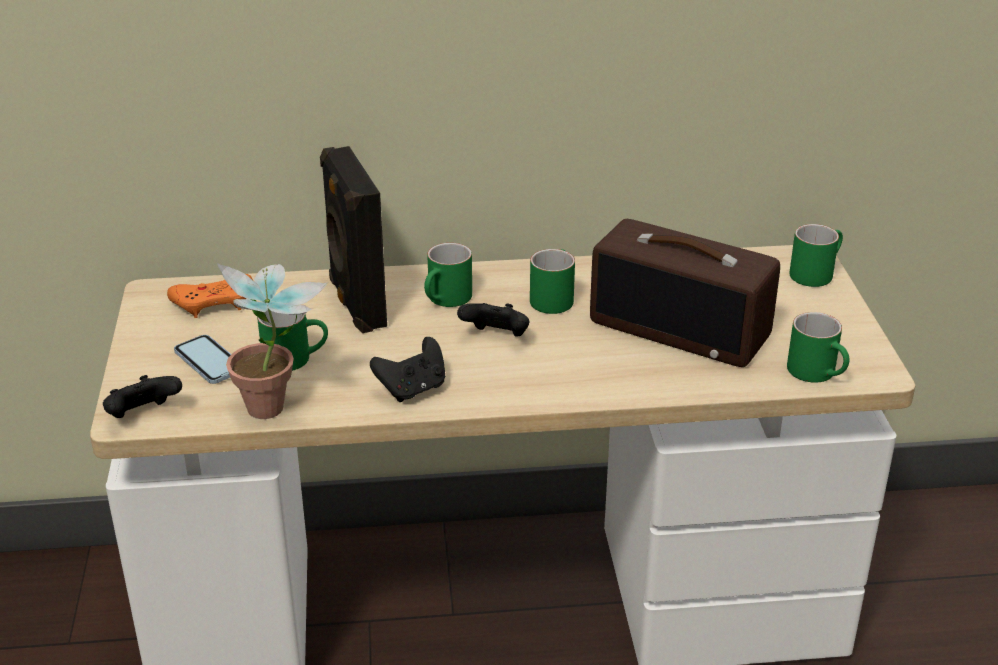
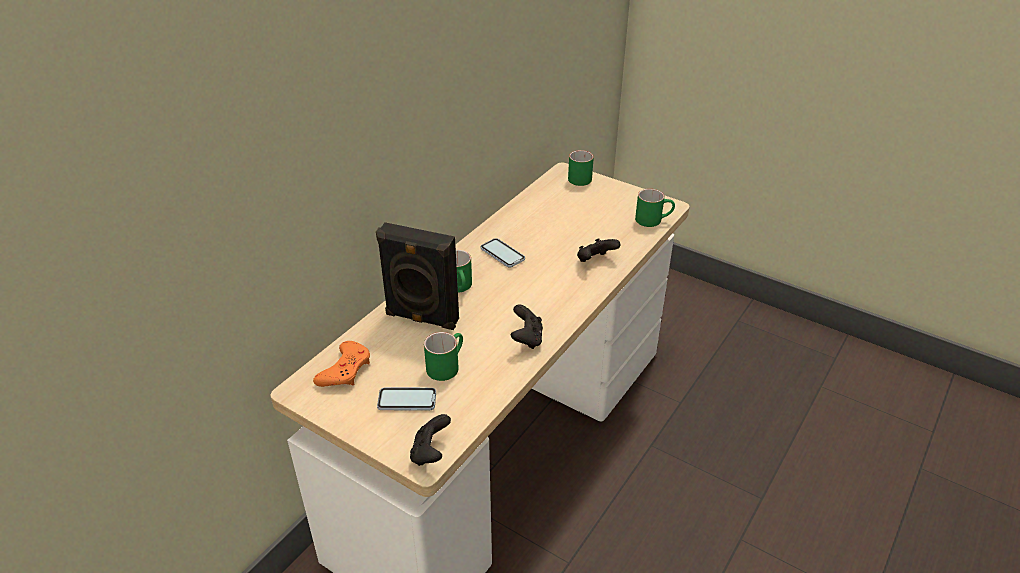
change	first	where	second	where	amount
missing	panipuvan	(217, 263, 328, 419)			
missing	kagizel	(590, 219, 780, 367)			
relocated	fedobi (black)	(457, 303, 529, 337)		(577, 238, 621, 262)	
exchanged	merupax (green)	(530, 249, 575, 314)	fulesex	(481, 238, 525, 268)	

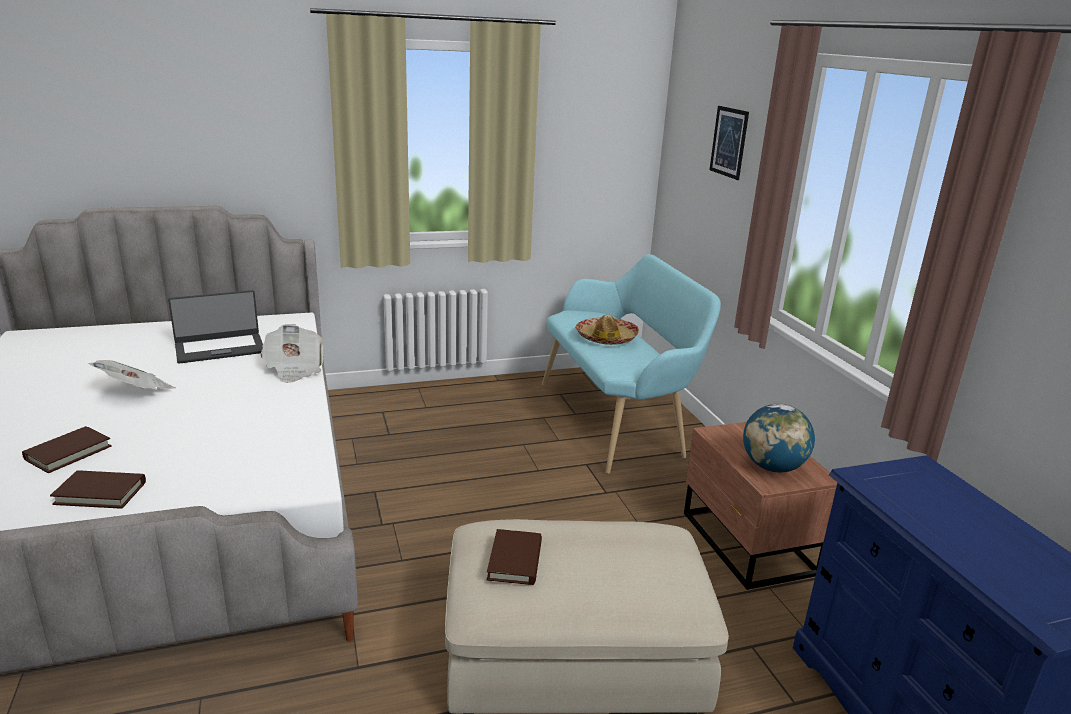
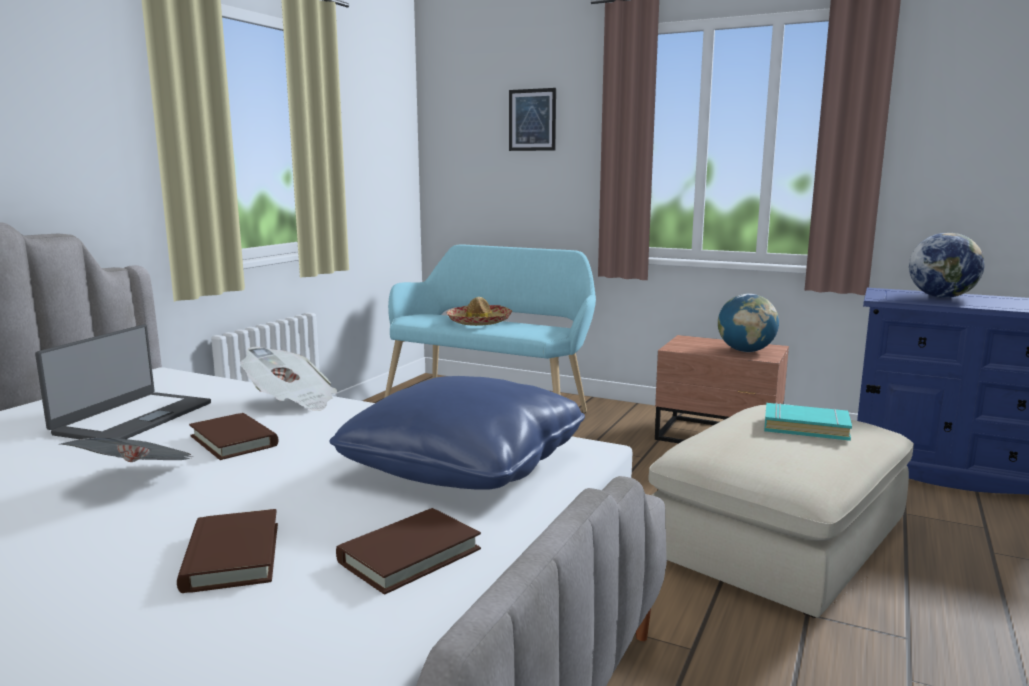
change	first	where	second	where	amount
appeared			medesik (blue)	(329, 376, 585, 490)	
appeared			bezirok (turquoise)	(764, 403, 852, 441)	
appeared			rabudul	(909, 233, 985, 298)	
relocated	bezirok (brown)	(487, 529, 542, 585)		(189, 413, 278, 460)	

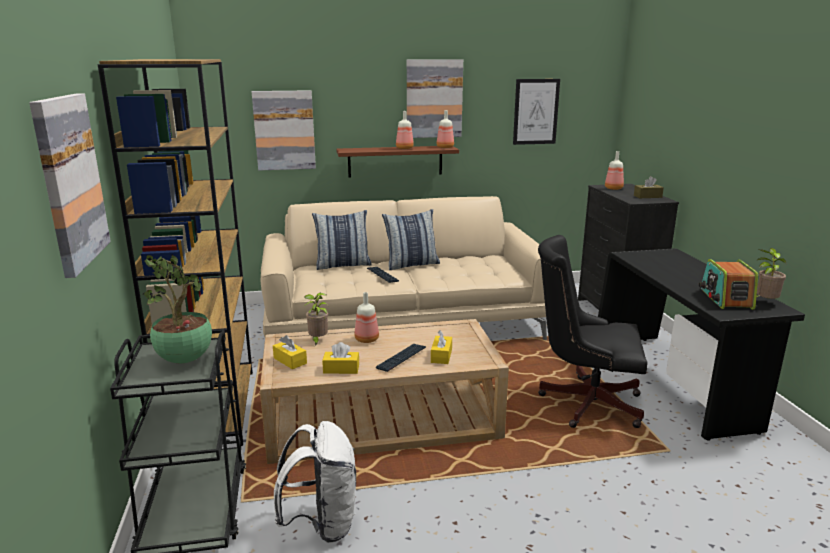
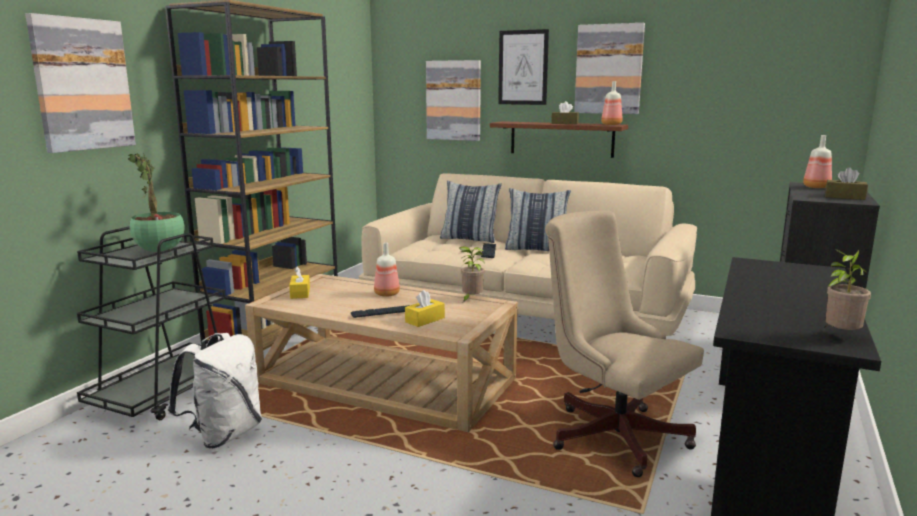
change	first	where	second	where	amount
missing	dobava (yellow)	(322, 342, 359, 374)			
missing	kagizel	(699, 259, 758, 310)			
relocated	panipuvan	(305, 293, 328, 346)		(459, 246, 485, 302)	
relocated	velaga	(513, 79, 560, 145)		(498, 29, 549, 105)	
exchanged	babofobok	(396, 111, 414, 149)	dobava (brown)	(551, 101, 579, 124)	
colour	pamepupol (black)	(538, 235, 648, 428)	pamepupol (beige)	(545, 211, 704, 477)	

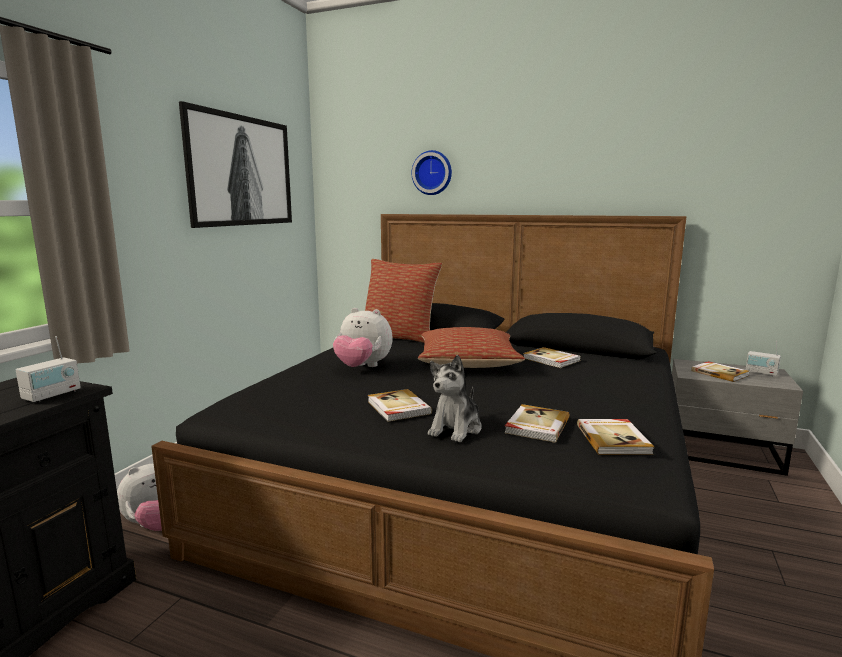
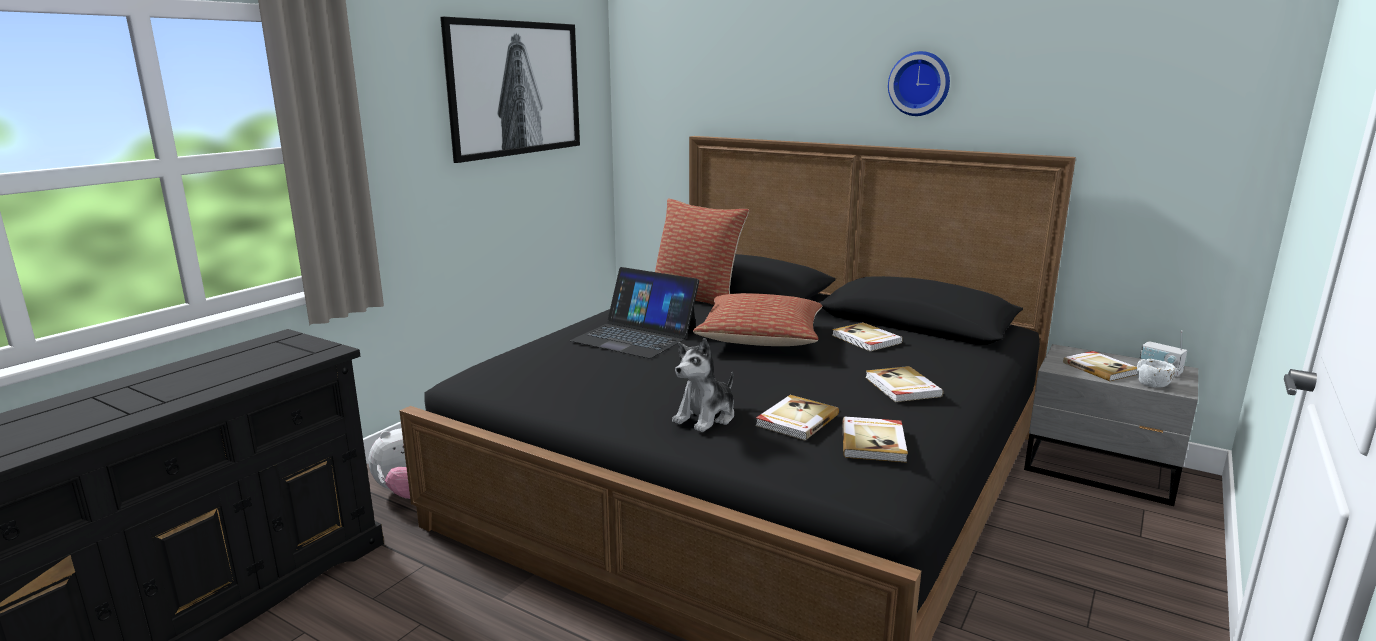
change	first	where	second	where	amount
missing	kagizel	(15, 336, 81, 403)			
appeared			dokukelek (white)	(1137, 359, 1176, 388)	
relocated	bezirok	(368, 389, 432, 422)		(865, 366, 943, 402)	
relocated	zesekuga	(411, 150, 452, 195)		(888, 51, 950, 116)	
exchanged	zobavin	(333, 308, 393, 367)	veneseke	(570, 267, 699, 359)	

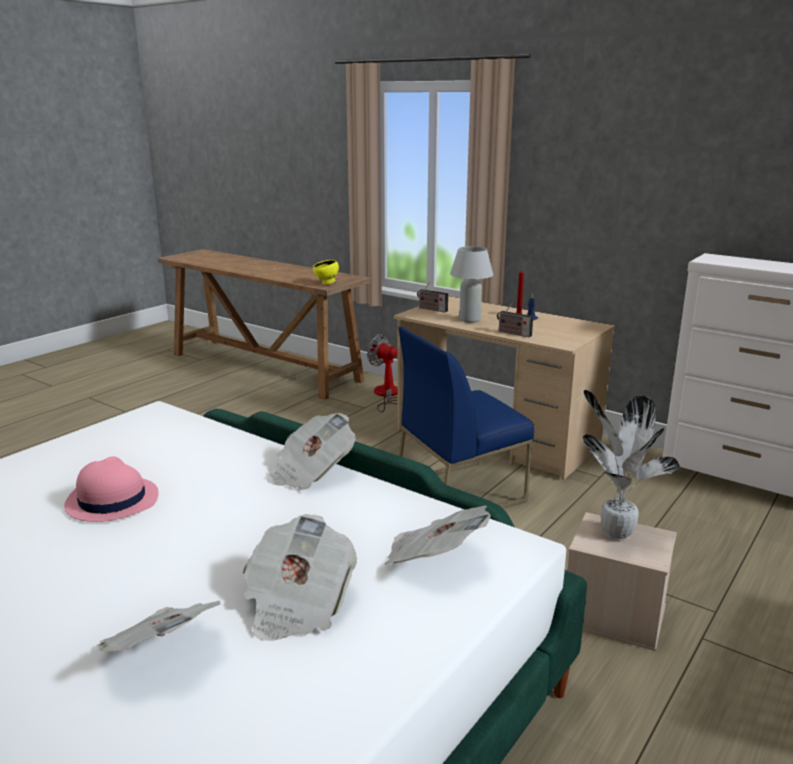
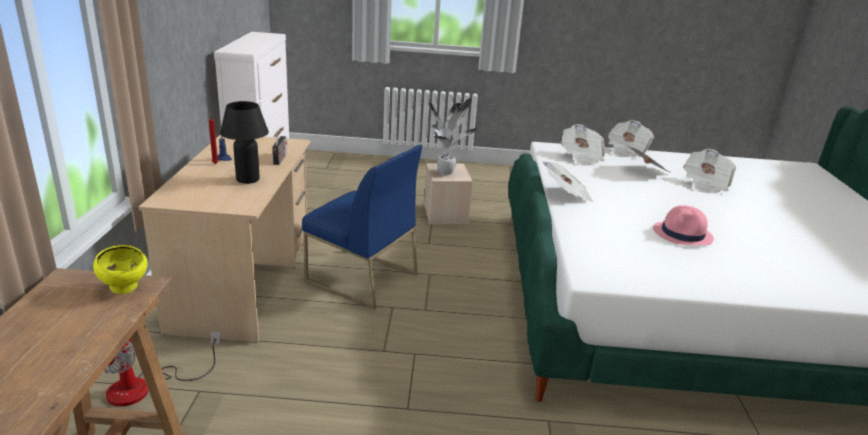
change	first	where	second	where	amount
missing	kagizel	(417, 282, 448, 313)			
appeared			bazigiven	(608, 120, 654, 157)	
colour	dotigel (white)	(450, 246, 493, 323)	dotigel (black)	(220, 101, 269, 184)	

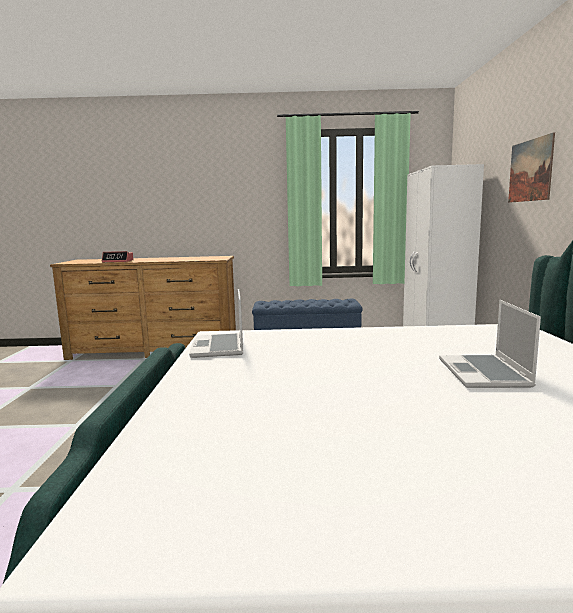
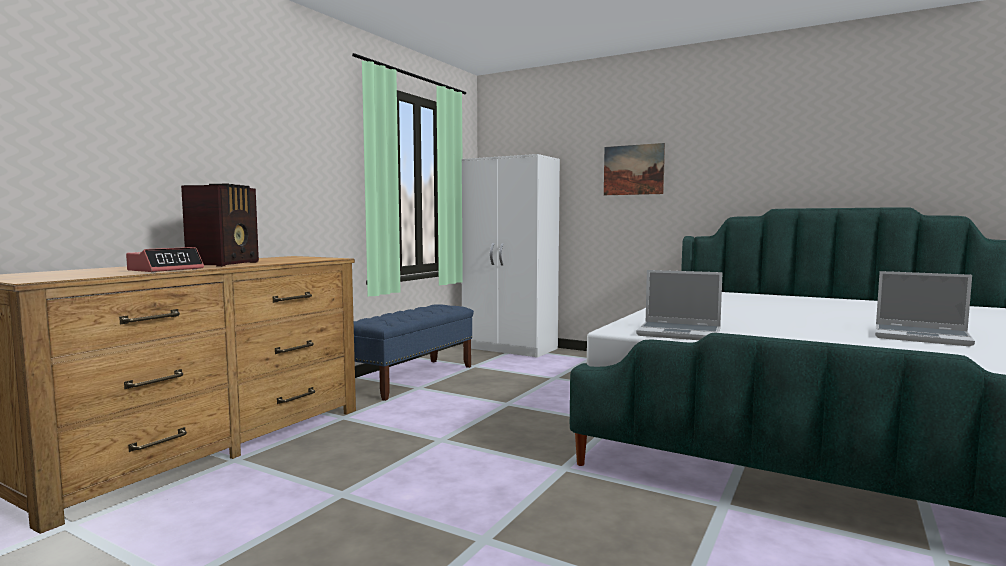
change	first	where	second	where	amount
appeared			kagizel	(181, 184, 259, 267)	
relocated	veneseke	(439, 300, 541, 388)		(875, 271, 975, 346)	

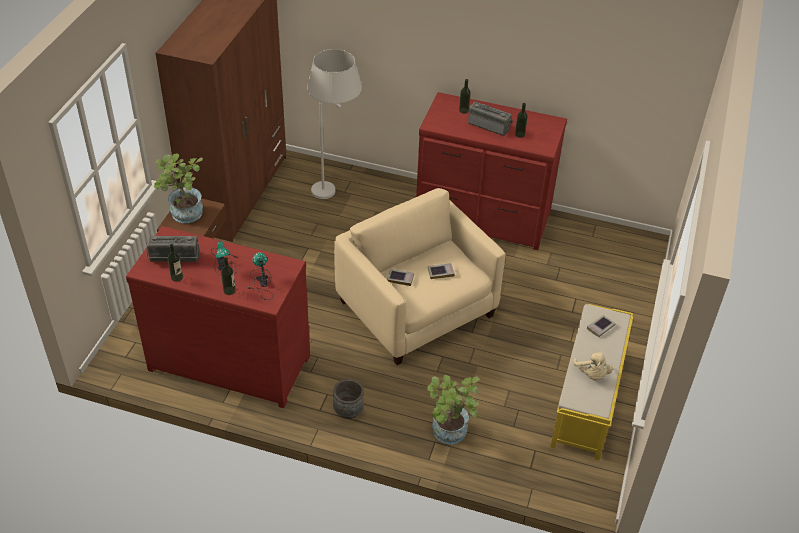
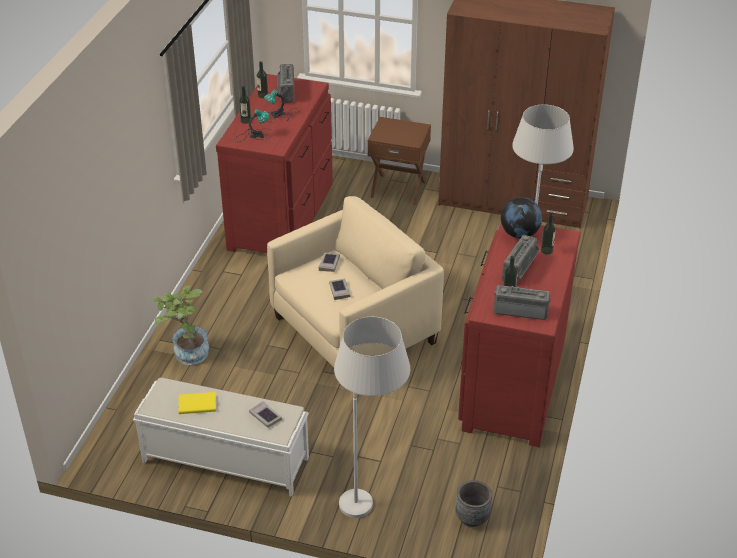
change	first	where	second	where	amount
missing	panipuvan	(154, 153, 203, 223)			
appeared			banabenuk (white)	(334, 317, 410, 518)	
appeared			kagizel	(494, 285, 551, 320)	
appeared			rabudul	(501, 197, 542, 239)	
relocated	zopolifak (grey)	(333, 379, 364, 419)		(456, 480, 492, 527)	
exchanged	zobavin (beige)	(573, 351, 613, 381)	bezirok (yellow)	(179, 392, 216, 414)	
colour	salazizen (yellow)	(550, 304, 633, 461)	salazizen (white)	(133, 378, 309, 497)	

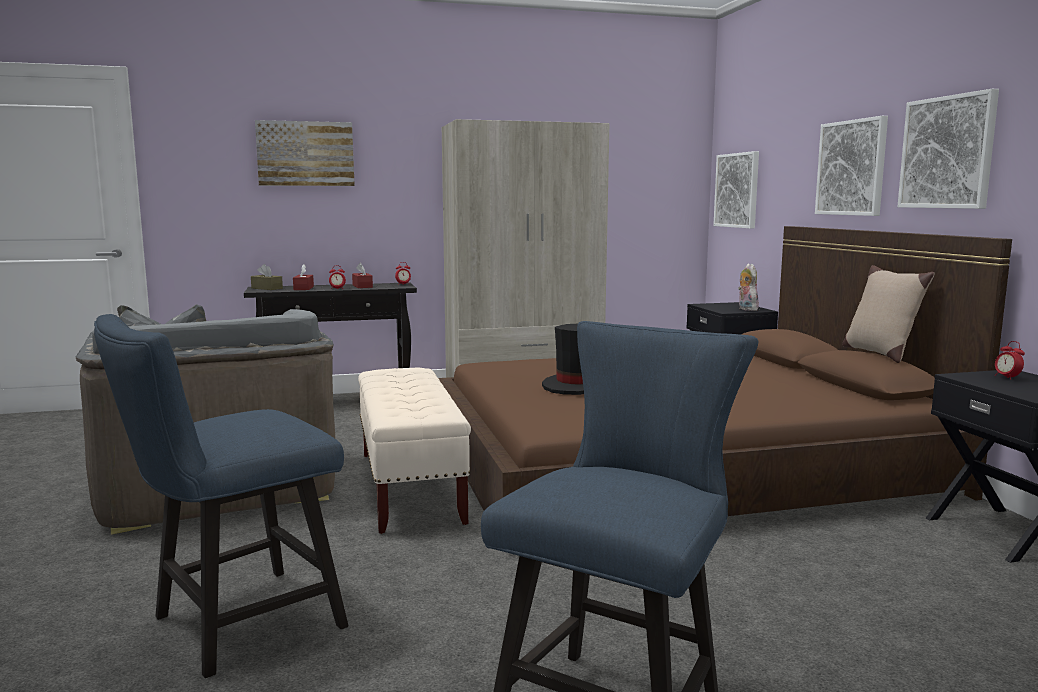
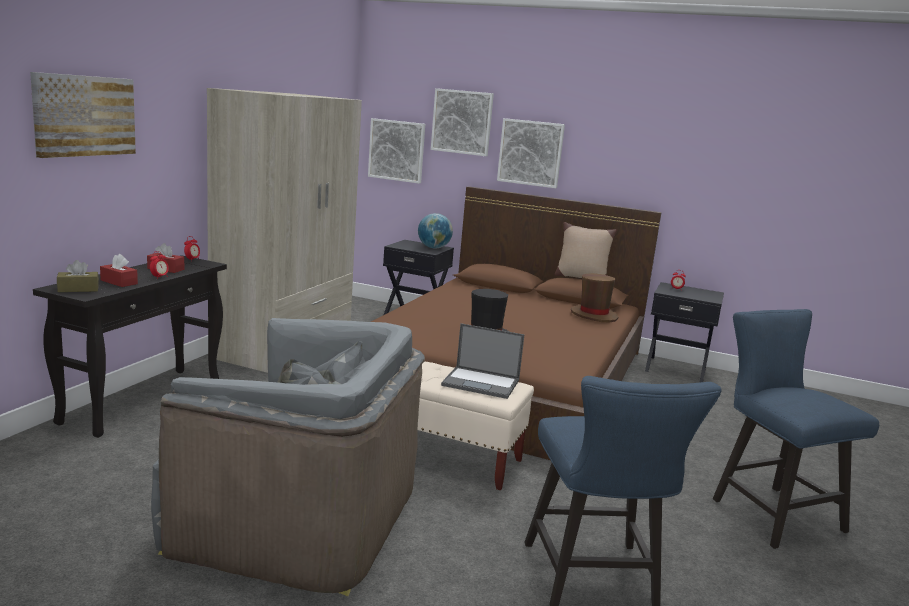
change	first	where	second	where	amount
appeared			veneseke	(441, 323, 525, 399)	
appeared			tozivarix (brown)	(571, 273, 618, 322)	
relocated	velaga	(897, 89, 999, 209)		(431, 88, 494, 156)	
exchanged	zobavin	(738, 264, 759, 311)	rabudul	(418, 213, 453, 248)	

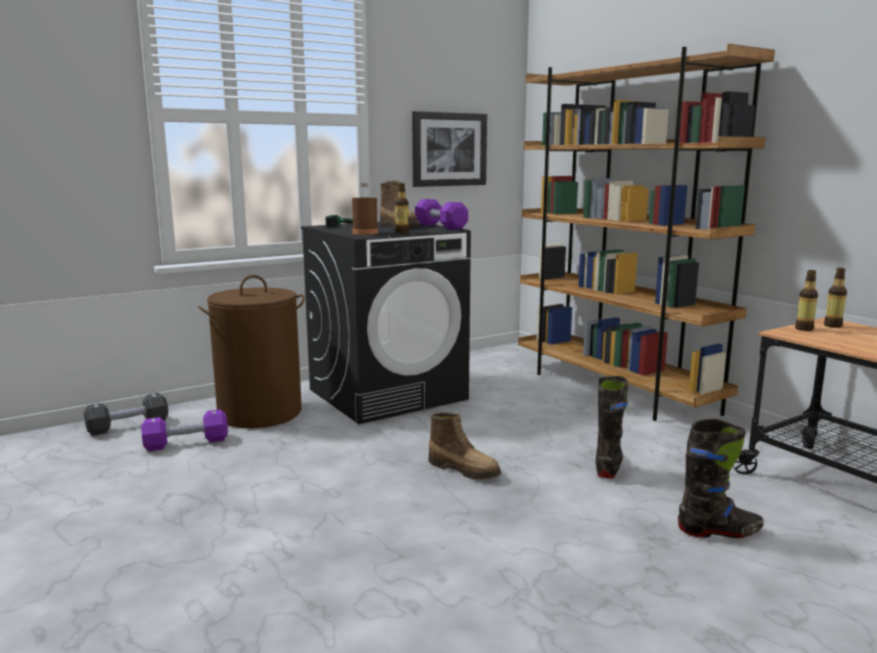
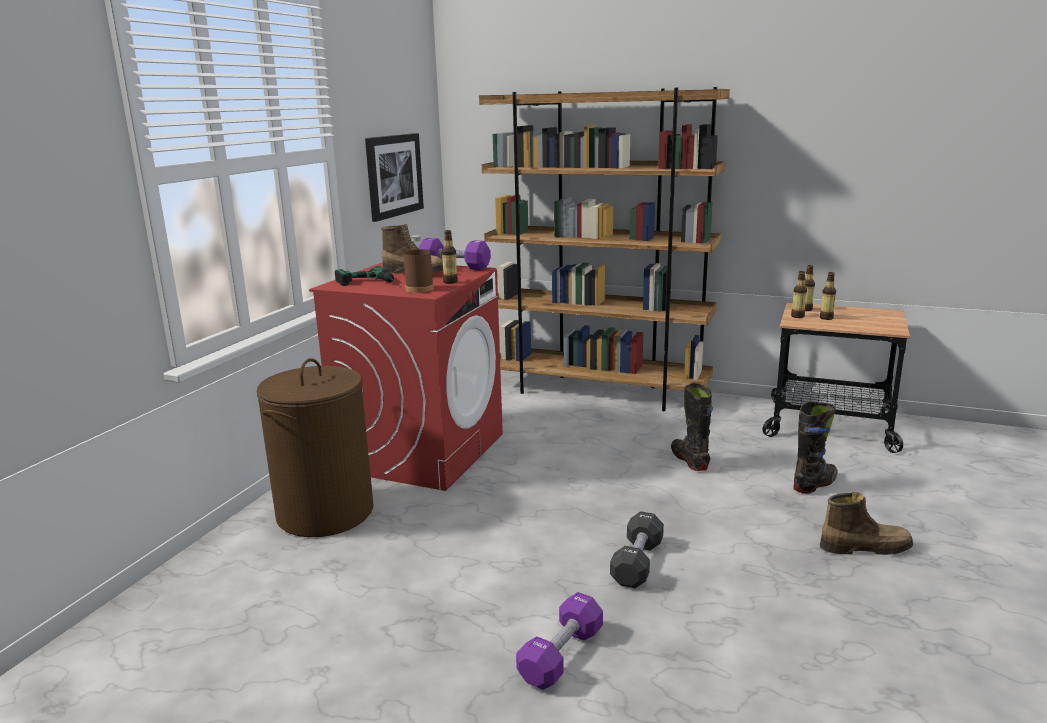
change	first	where	second	where	amount
appeared			babofobok	(820, 272, 836, 320)	
relocated	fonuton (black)	(84, 393, 168, 436)		(610, 511, 664, 588)	
relocated	fonuton (purple)	(141, 409, 228, 451)		(516, 592, 603, 690)	
relocated	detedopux	(428, 412, 501, 480)		(820, 492, 913, 555)	
colour	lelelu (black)	(301, 222, 471, 424)	lelelu (red)	(309, 262, 503, 491)	

